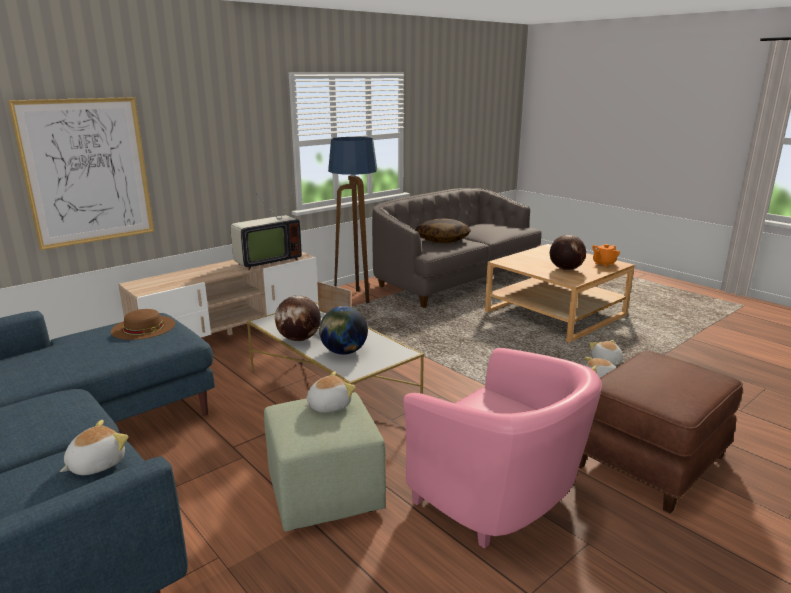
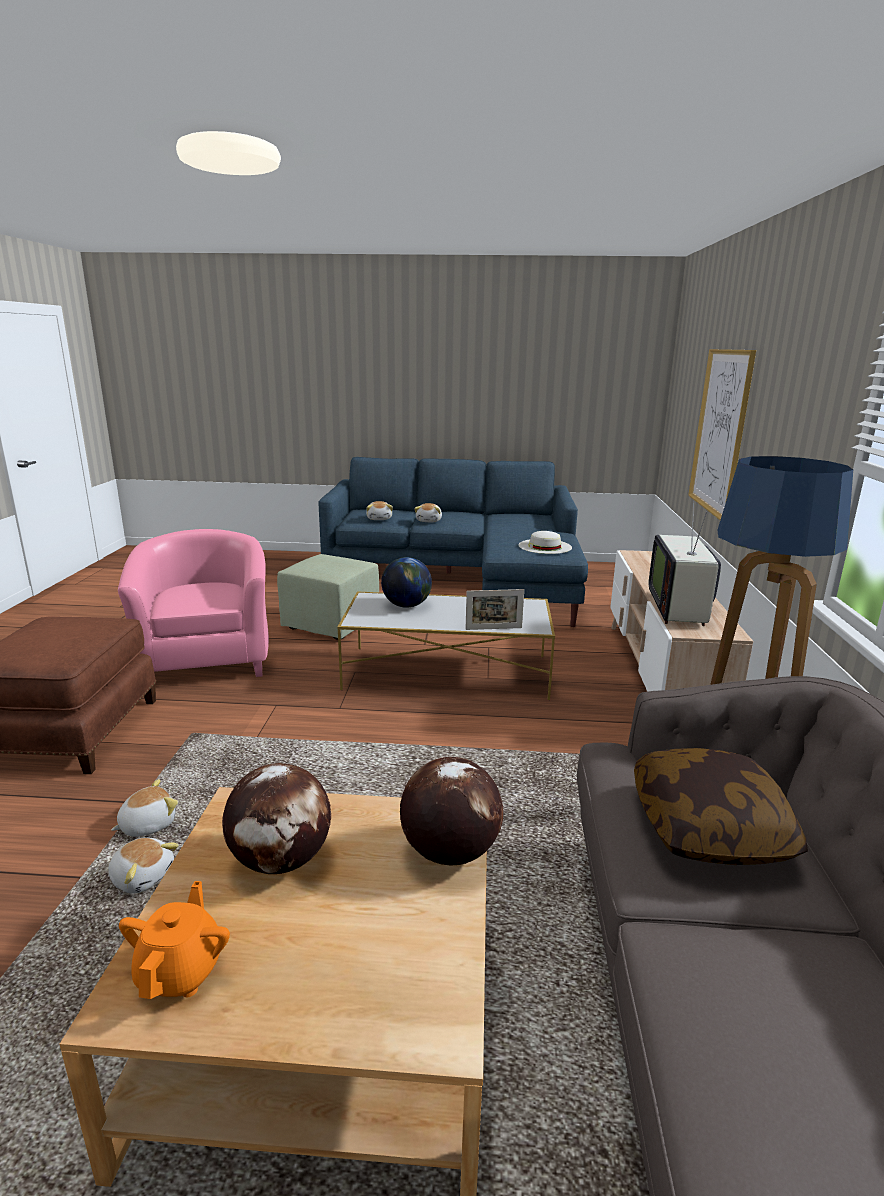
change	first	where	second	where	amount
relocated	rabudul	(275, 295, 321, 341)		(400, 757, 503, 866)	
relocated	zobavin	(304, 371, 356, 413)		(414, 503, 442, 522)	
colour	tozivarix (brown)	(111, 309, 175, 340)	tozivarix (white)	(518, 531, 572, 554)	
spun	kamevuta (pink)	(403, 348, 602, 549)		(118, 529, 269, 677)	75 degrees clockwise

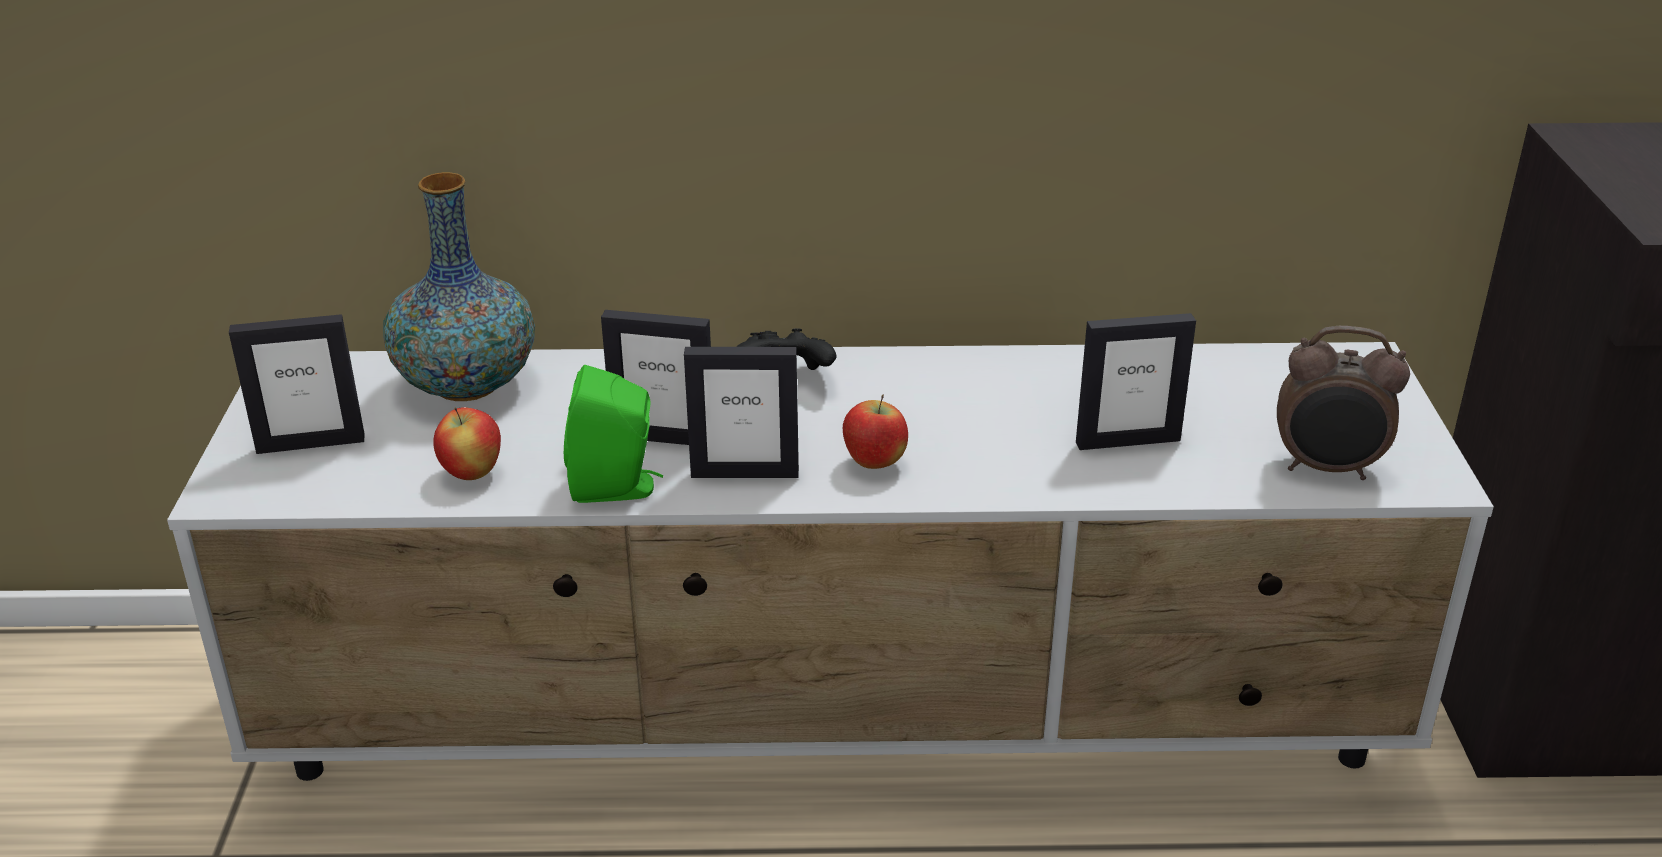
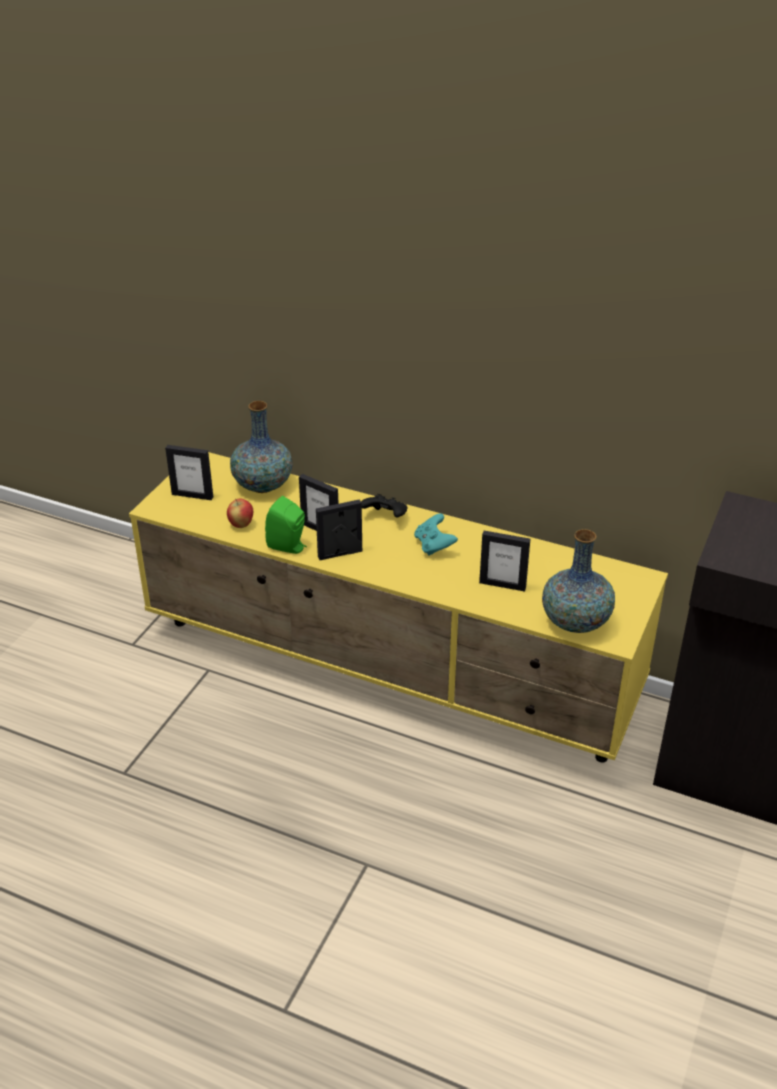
change	first	where	second	where	amount
missing	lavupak	(843, 395, 908, 469)			
appeared			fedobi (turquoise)	(414, 514, 458, 556)	
exchanged	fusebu	(1277, 326, 1410, 480)	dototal	(542, 529, 615, 633)	
colour	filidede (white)	(167, 342, 1494, 781)	filidede (yellow)	(129, 452, 668, 763)	
spun	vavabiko	(684, 347, 799, 478)		(316, 499, 362, 560)	135 degrees clockwise

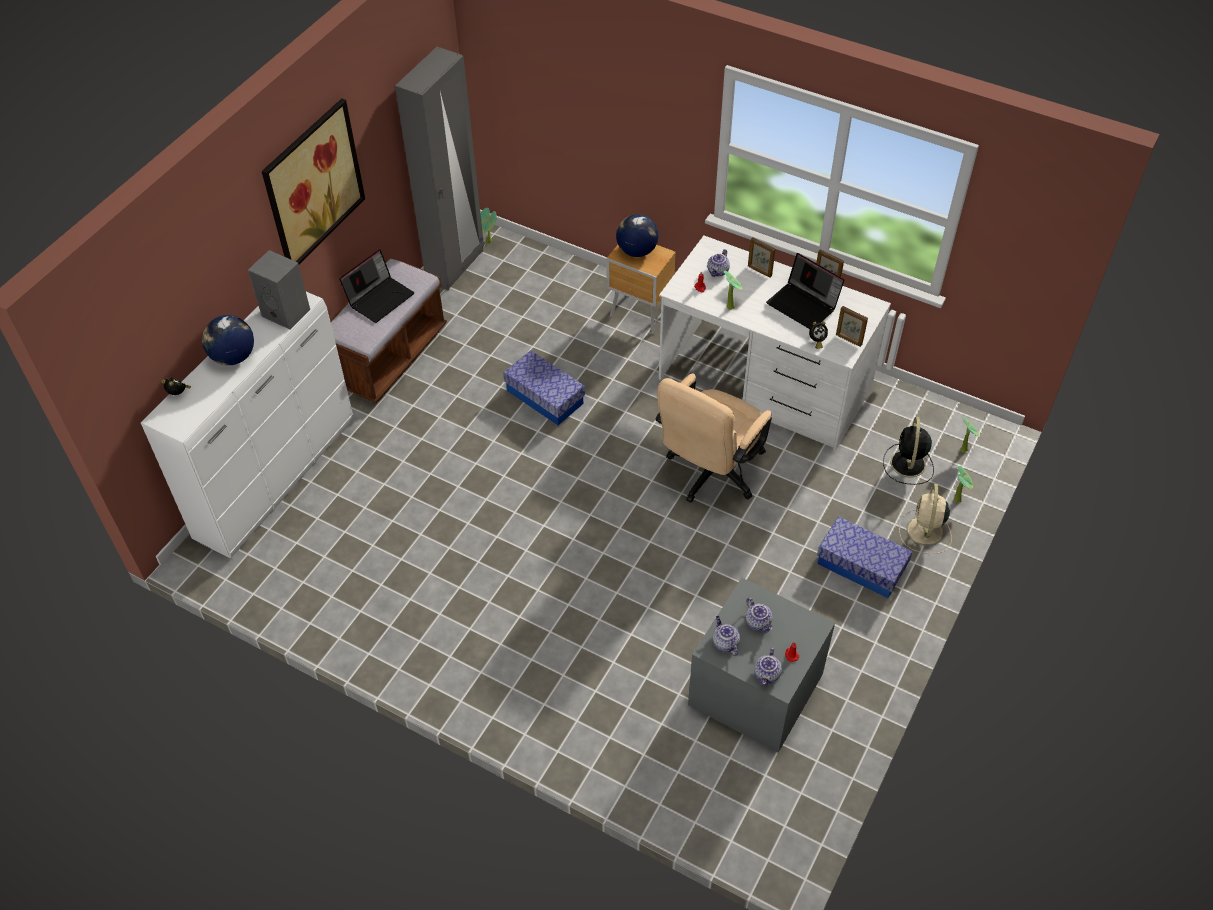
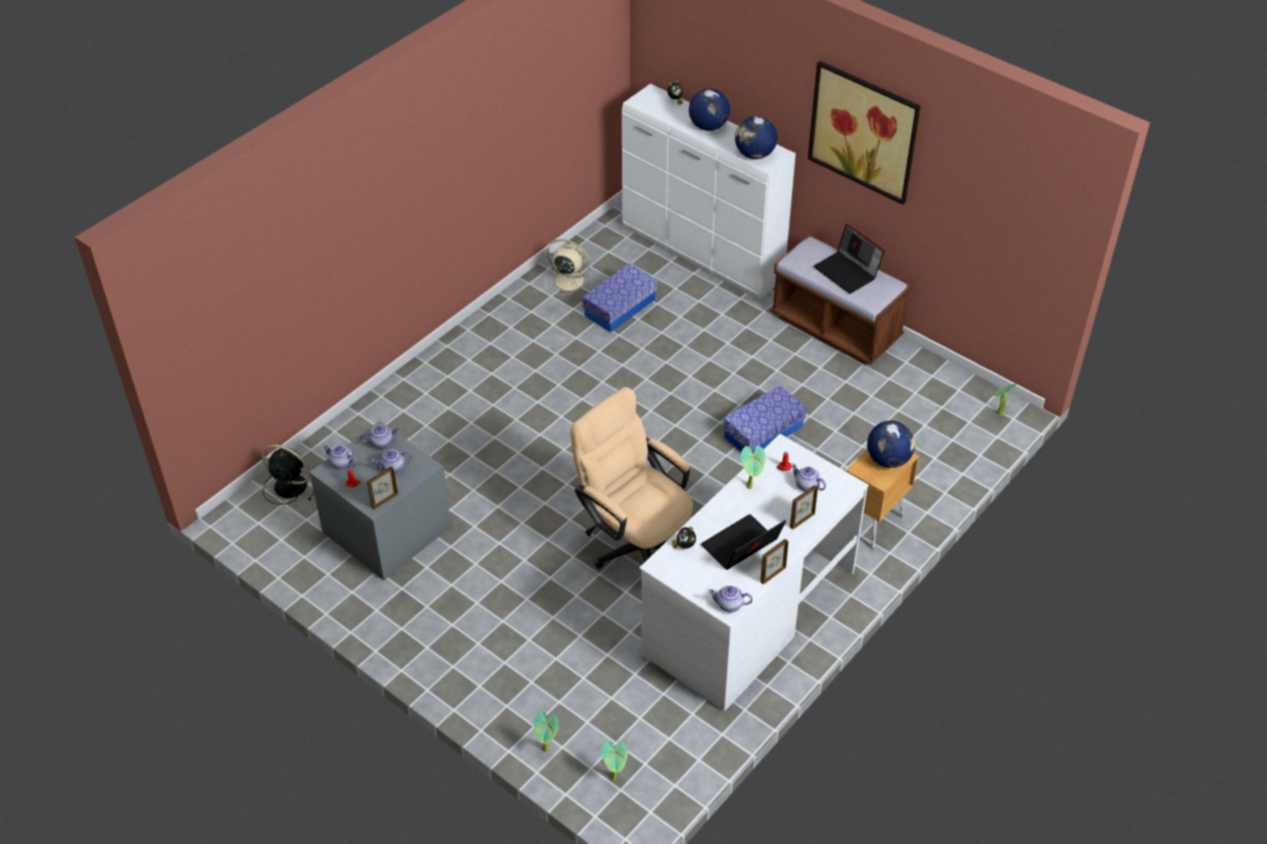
change	first	where	second	where	amount
missing	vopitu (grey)	(395, 47, 484, 290)			
appeared			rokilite	(708, 585, 753, 612)	
relocated	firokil	(817, 516, 913, 598)		(582, 263, 657, 333)	
relocated	vavabiko	(836, 306, 868, 347)		(367, 466, 398, 509)	
relocated	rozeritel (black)	(883, 417, 934, 485)		(261, 444, 314, 504)	
relocated	rozeritel (beige)	(899, 484, 952, 554)		(545, 239, 592, 295)	
exchanged	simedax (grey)	(248, 250, 310, 330)	rabudul	(735, 116, 777, 159)	

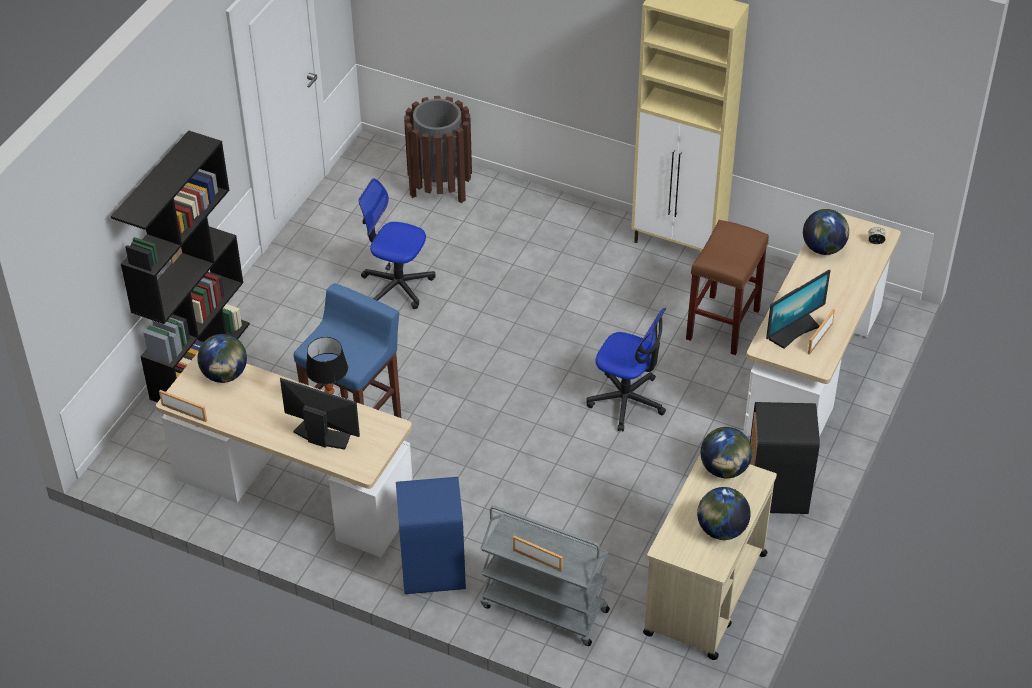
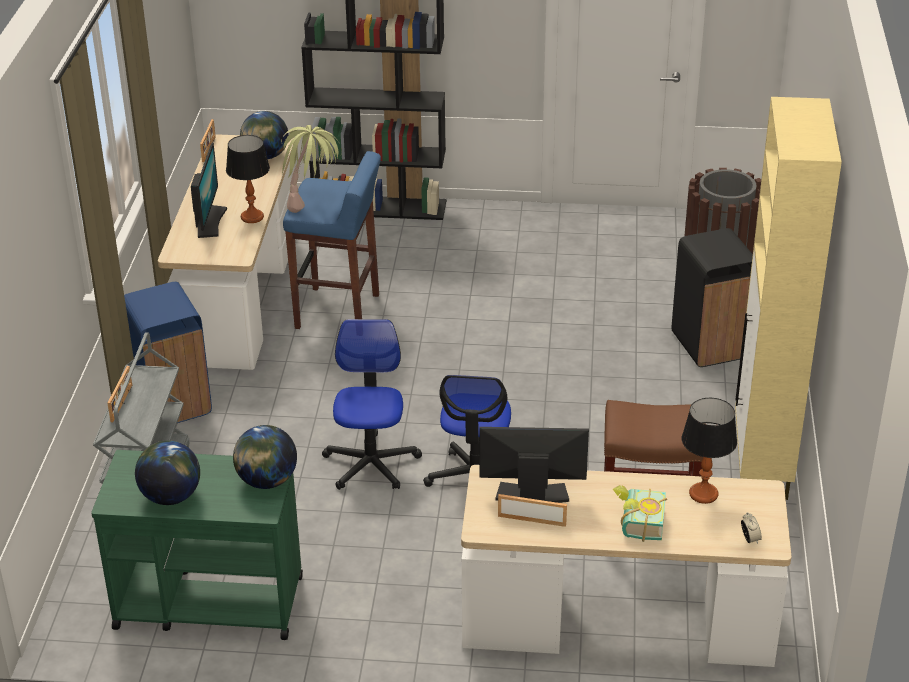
change	first	where	second	where	amount
appeared			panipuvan	(281, 125, 342, 213)	
appeared			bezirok	(612, 485, 667, 542)	
relocated	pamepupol	(359, 178, 435, 309)		(322, 319, 422, 490)	
relocated	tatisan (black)	(750, 402, 820, 514)		(672, 228, 753, 367)	
exchanged	rabudul	(803, 209, 849, 255)	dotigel	(682, 398, 737, 504)	
colour	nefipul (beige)	(643, 453, 777, 660)	nefipul (green)	(91, 450, 303, 640)	
spun	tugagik	(766, 270, 830, 349)		(480, 427, 589, 503)	150 degrees clockwise

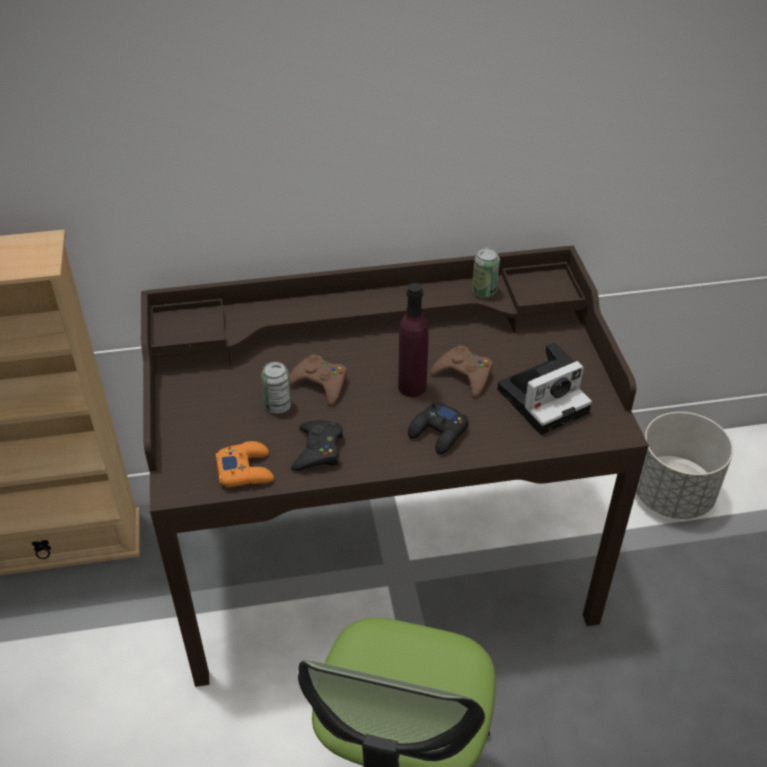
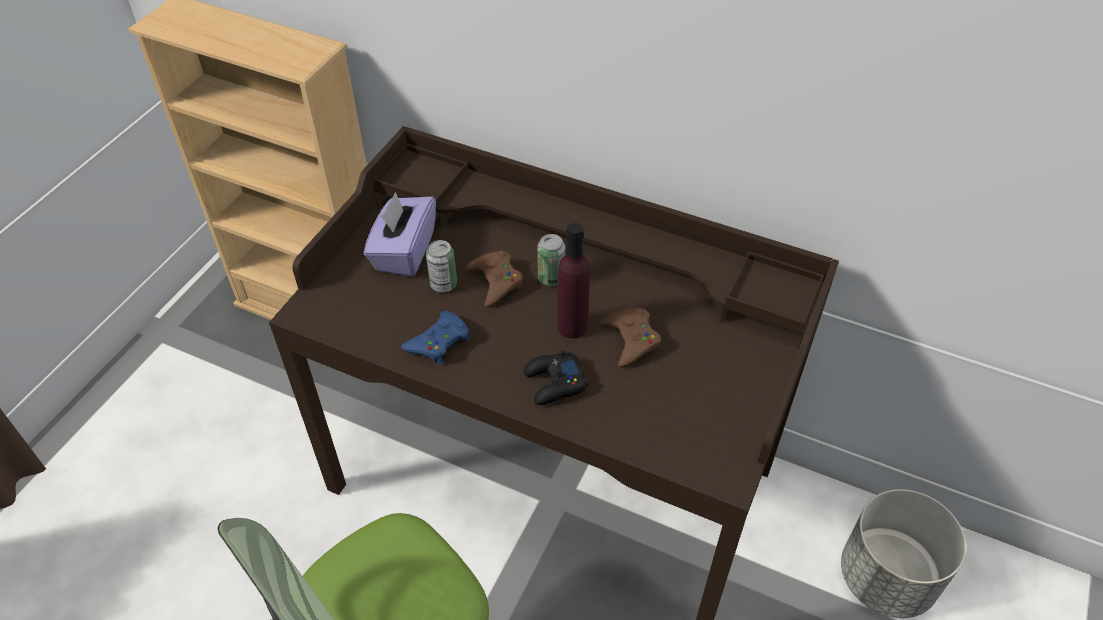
change	first	where	second	where	amount
missing	fedobi (orange)	(216, 441, 274, 487)			
missing	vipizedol	(497, 342, 592, 435)			
appeared			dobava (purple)	(364, 192, 436, 277)	
relocated	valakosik	(472, 248, 500, 297)		(537, 234, 565, 286)	
colour	fedobi (black)	(291, 420, 343, 471)	fedobi (blue)	(401, 311, 469, 365)	

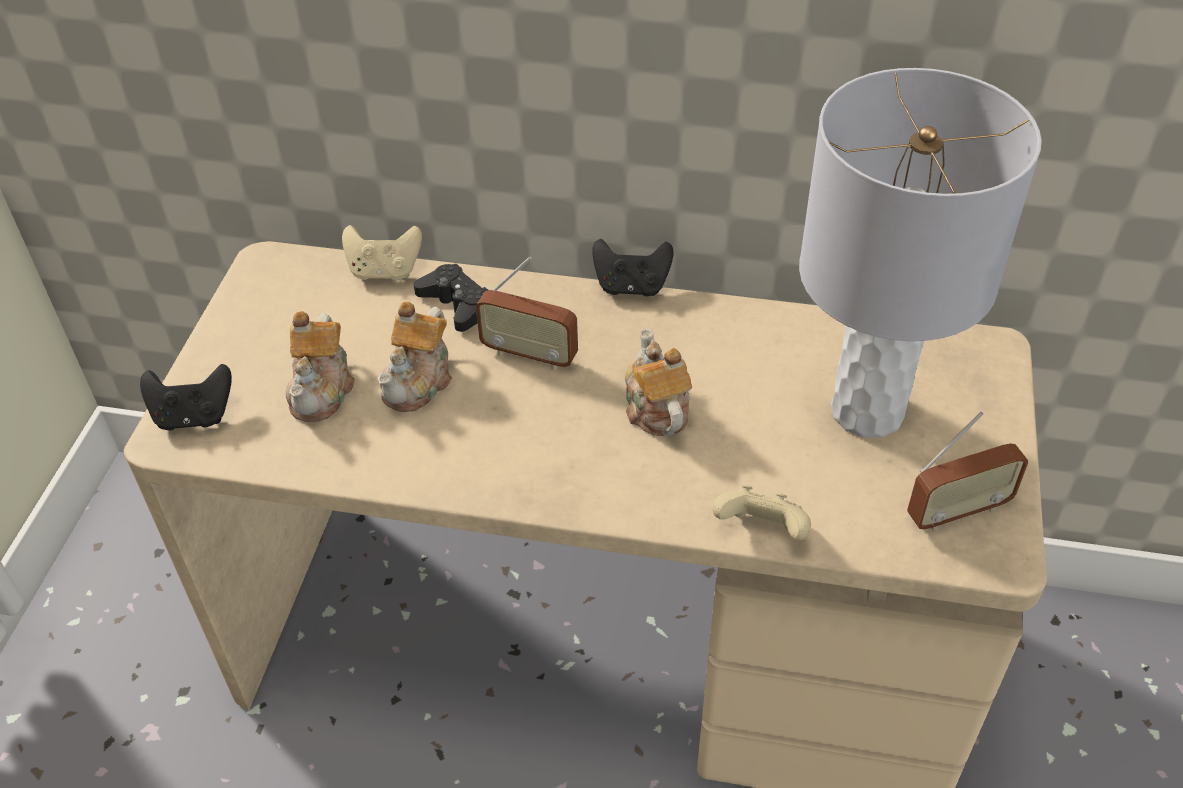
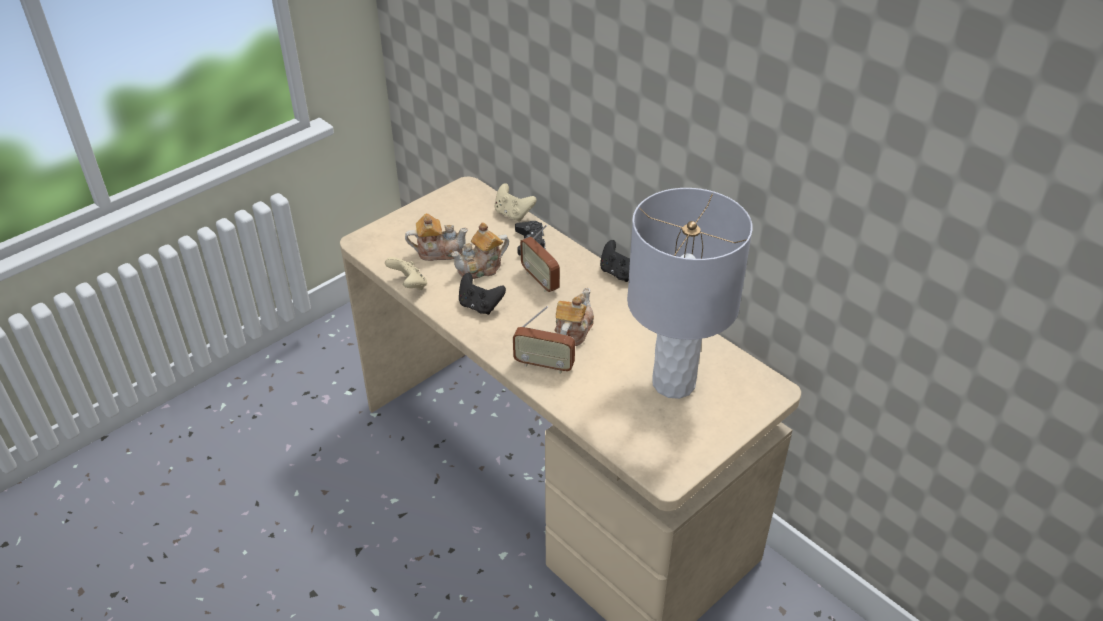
change	first	where	second	where	amount
relocated	fedobi (black)	(140, 364, 232, 430)		(459, 273, 506, 315)	
relocated	fedobi (beige)	(713, 485, 811, 540)		(385, 257, 427, 290)	
relocated	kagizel	(907, 412, 1028, 532)		(513, 306, 575, 374)	
spun	rokilite	(286, 311, 355, 422)		(405, 213, 468, 261)	135 degrees counterclockwise

